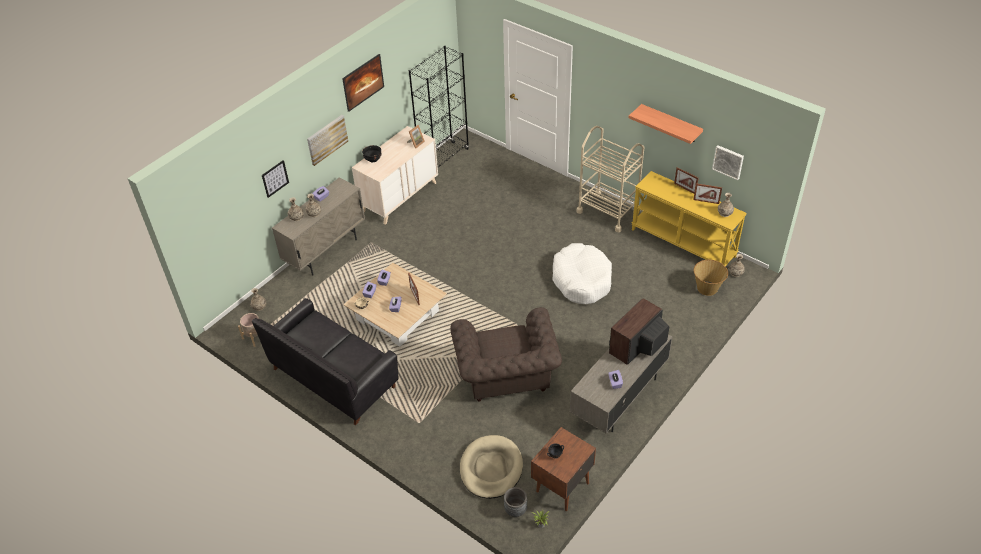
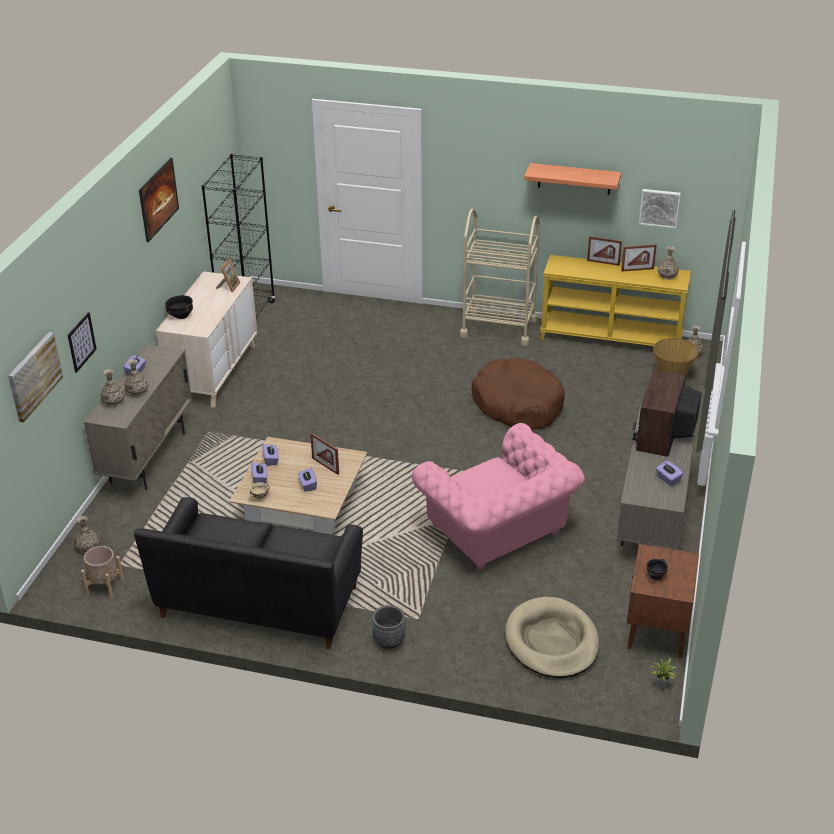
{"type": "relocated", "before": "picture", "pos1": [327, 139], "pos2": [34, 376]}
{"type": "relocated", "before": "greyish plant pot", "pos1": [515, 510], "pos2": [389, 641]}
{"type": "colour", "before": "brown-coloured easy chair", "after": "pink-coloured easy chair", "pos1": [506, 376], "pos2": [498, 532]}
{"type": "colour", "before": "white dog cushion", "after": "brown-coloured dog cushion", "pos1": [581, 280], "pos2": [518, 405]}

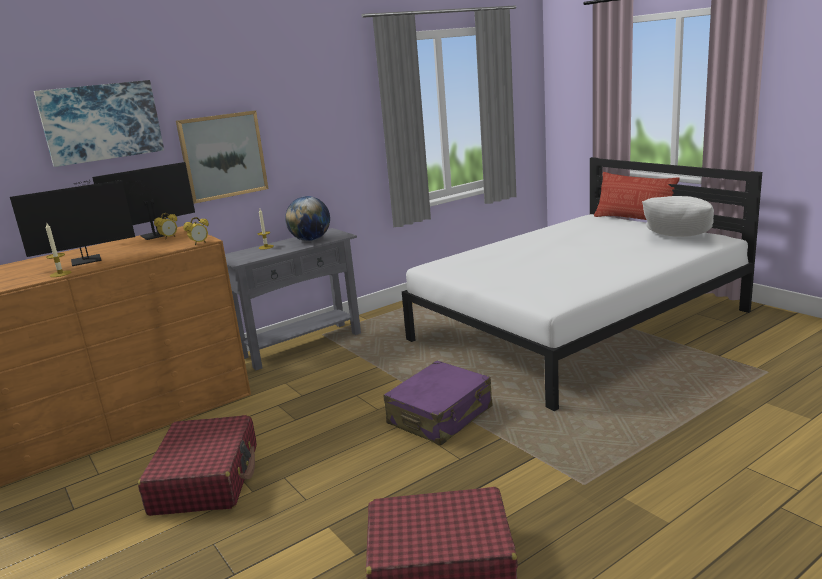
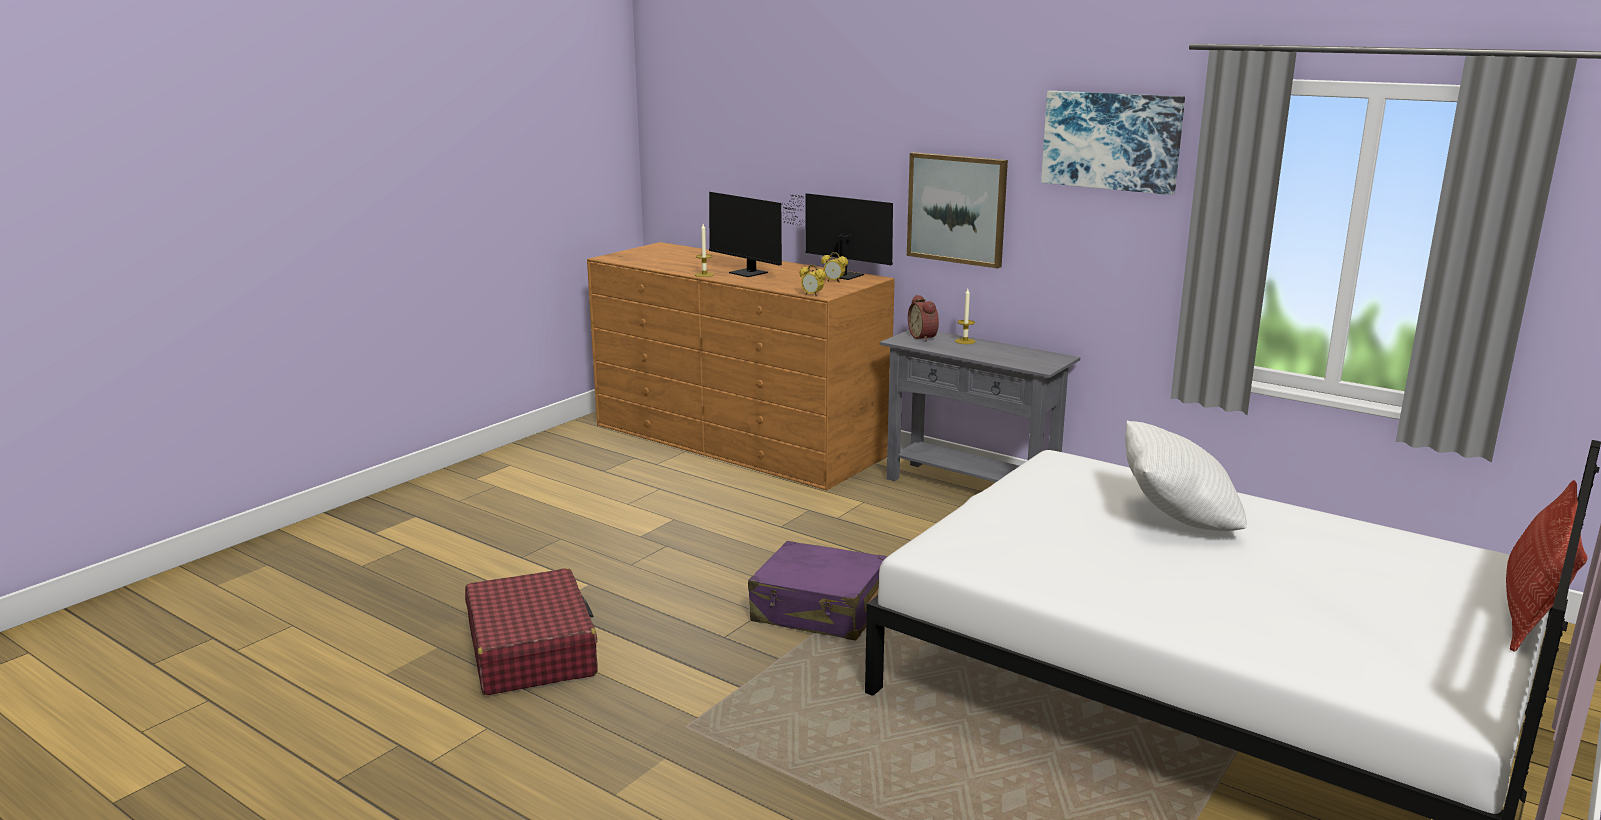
{"type": "missing", "before": "red-coloured suitcase", "pos1": [206, 479]}
{"type": "missing", "before": "world globe", "pos1": [310, 240]}
{"type": "appeared", "after": "alarm clock", "pos2": [924, 337]}
{"type": "relocated", "before": "picture", "pos1": [101, 122], "pos2": [1111, 141]}
{"type": "relocated", "before": "white throw pillow", "pos1": [677, 239], "pos2": [1176, 518]}

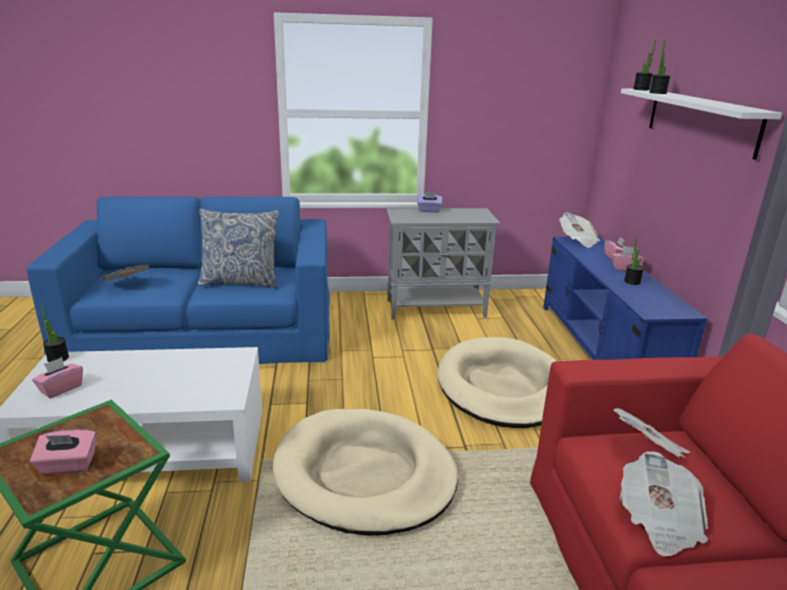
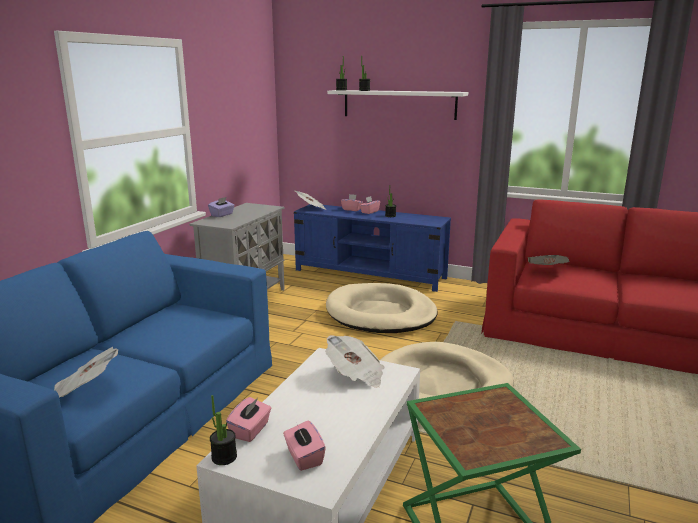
{"type": "missing", "before": "throw pillow", "pos1": [241, 282]}
{"type": "relocated", "before": "pink-coloured box of tissues", "pos1": [68, 465], "pos2": [250, 430]}
{"type": "relocated", "before": "newspaper", "pos1": [659, 522], "pos2": [356, 375]}

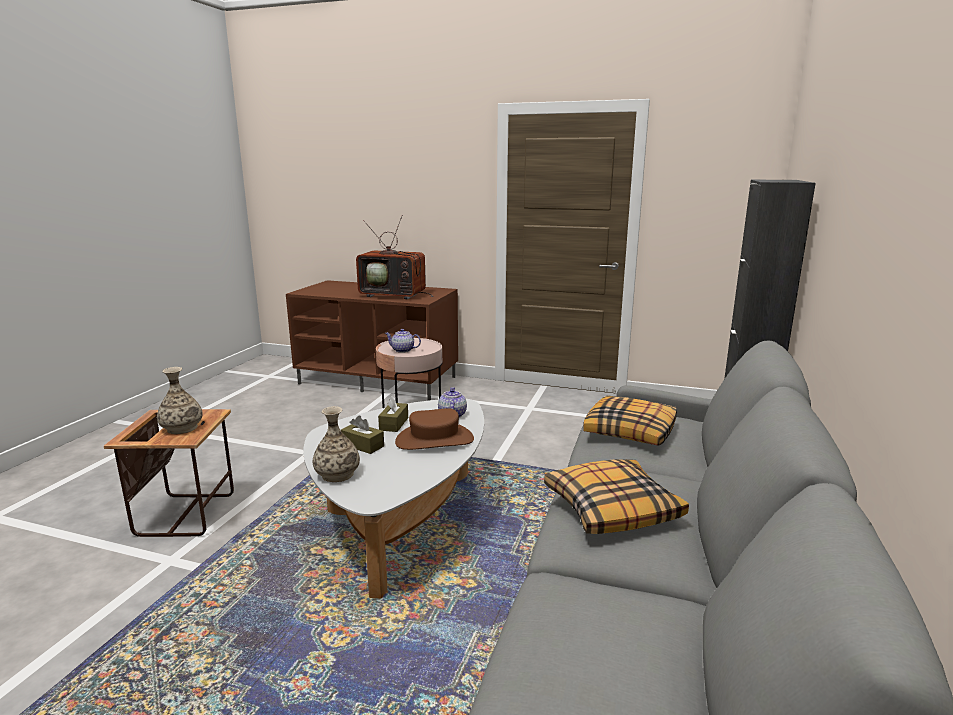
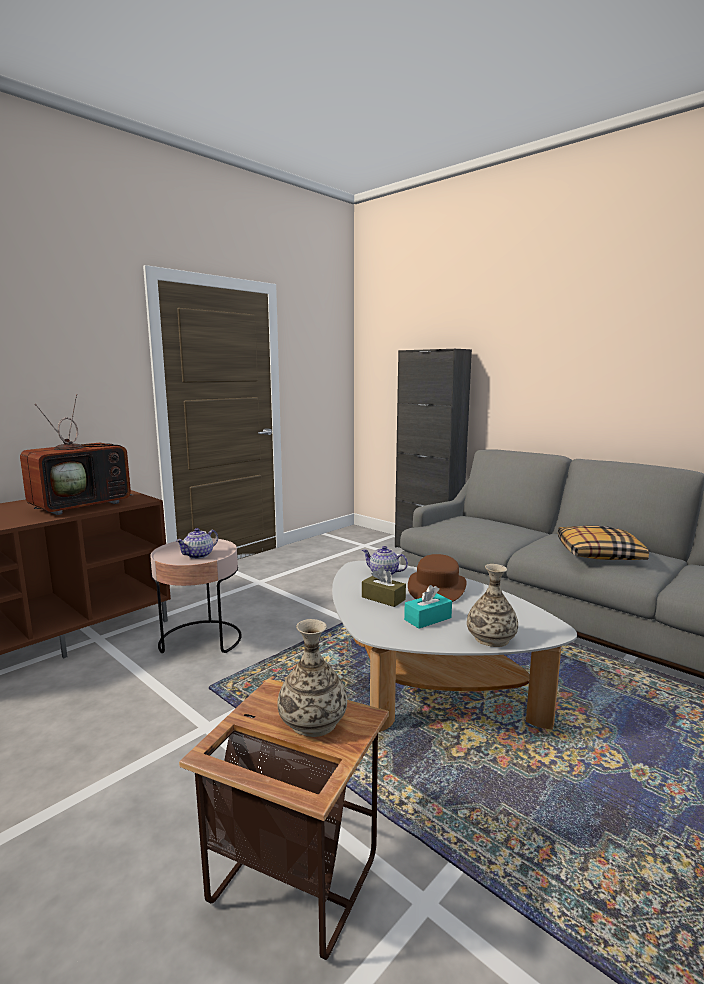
{"type": "missing", "before": "throw pillow", "pos1": [630, 431]}
{"type": "colour", "before": "brown-coloured box of tissues", "after": "blue-green box of tissues", "pos1": [363, 445], "pos2": [427, 619]}

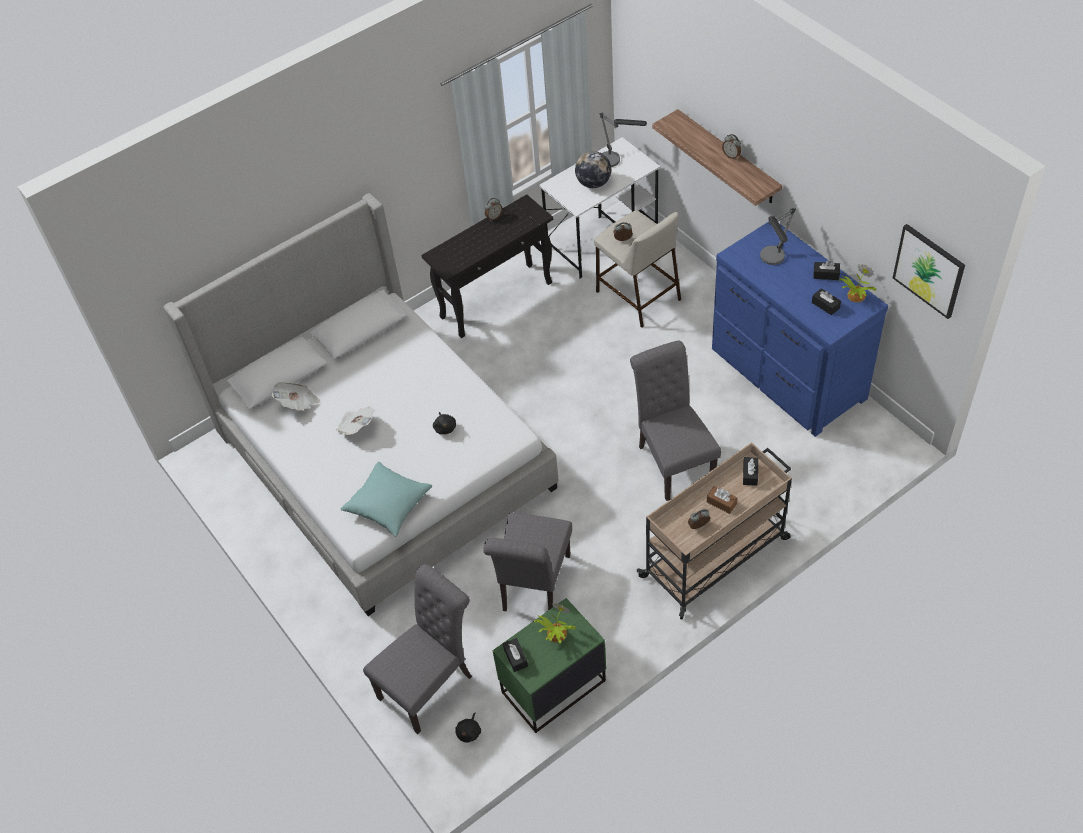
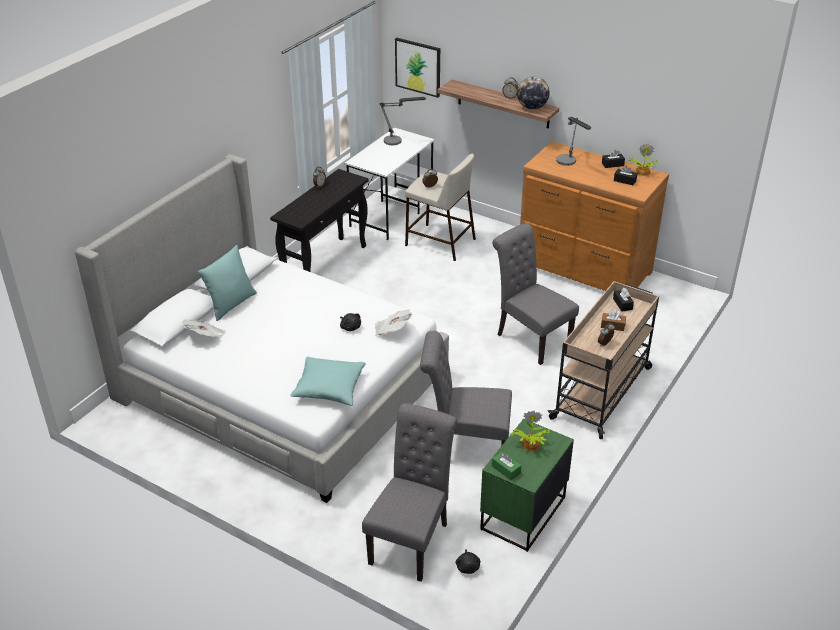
{"type": "appeared", "after": "blue-green throw pillow", "pos2": [230, 304]}
{"type": "relocated", "before": "newspaper", "pos1": [357, 427], "pos2": [392, 330]}
{"type": "relocated", "before": "world globe", "pos1": [593, 183], "pos2": [532, 107]}
{"type": "relocated", "before": "picture", "pos1": [929, 270], "pos2": [418, 67]}
{"type": "colour", "before": "black box of tissues", "after": "green box of tissues", "pos1": [515, 657], "pos2": [506, 470]}
{"type": "colour", "before": "blue drawer chest", "after": "brown-coloured drawer chest", "pos1": [786, 375], "pos2": [583, 269]}
{"type": "spun", "before": "greyish chair", "pos1": [534, 587], "pos2": [465, 447], "turn": 105}

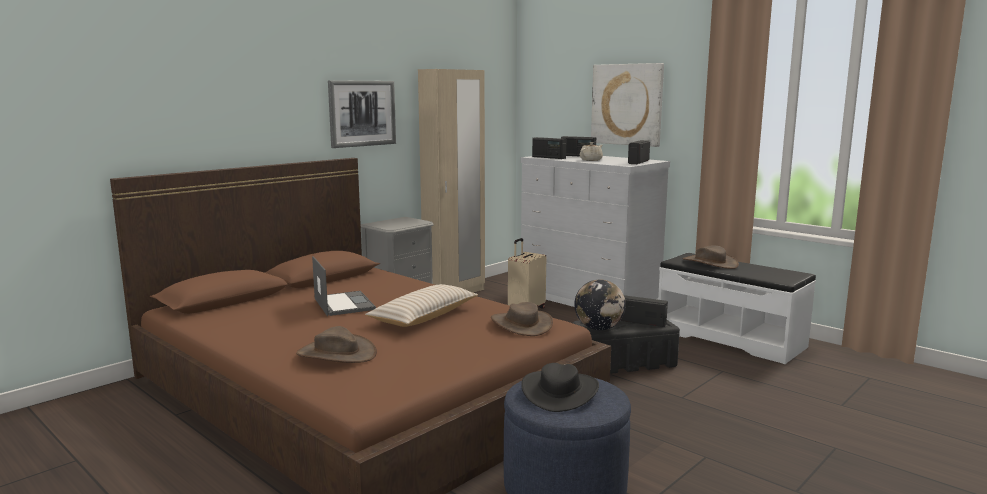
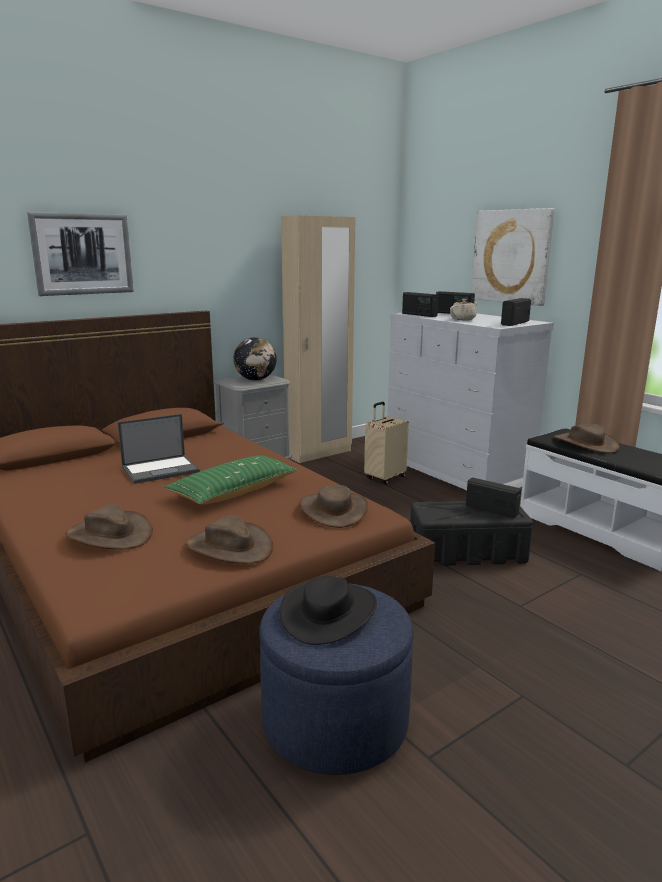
{"type": "appeared", "after": "brown-coloured hat", "pos2": [229, 547]}
{"type": "relocated", "before": "picture", "pos1": [362, 113], "pos2": [82, 254]}
{"type": "relocated", "before": "world globe", "pos1": [599, 328], "pos2": [255, 379]}
{"type": "colour", "before": "beige-coloured throw pillow", "after": "green throw pillow", "pos1": [424, 317], "pos2": [234, 492]}
{"type": "spun", "before": "portable computer", "pos1": [343, 304], "pos2": [161, 469], "turn": 75}

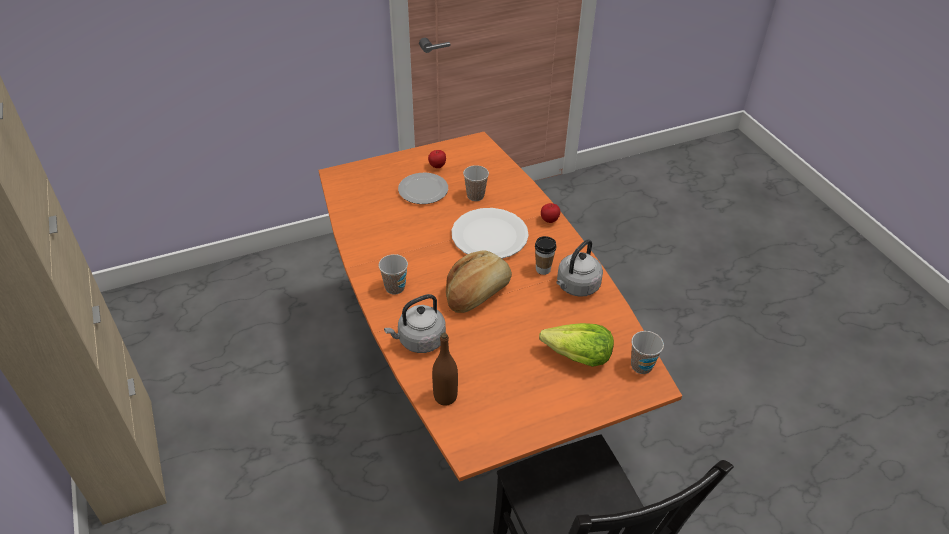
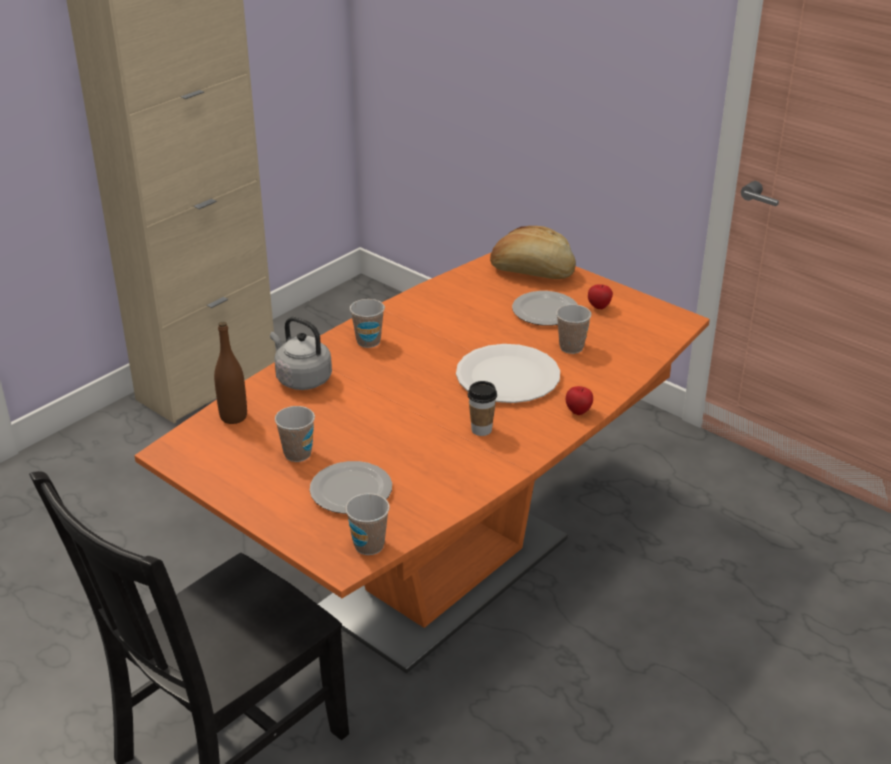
{"type": "missing", "before": "greyish tea kettle", "pos1": [576, 287]}
{"type": "appeared", "after": "small cup", "pos2": [297, 454]}
{"type": "relocated", "before": "bread", "pos1": [477, 293], "pos2": [532, 272]}
{"type": "exchanged", "before": "head of lettuce", "after": "flat dish", "pos1": [577, 357], "pos2": [350, 491]}

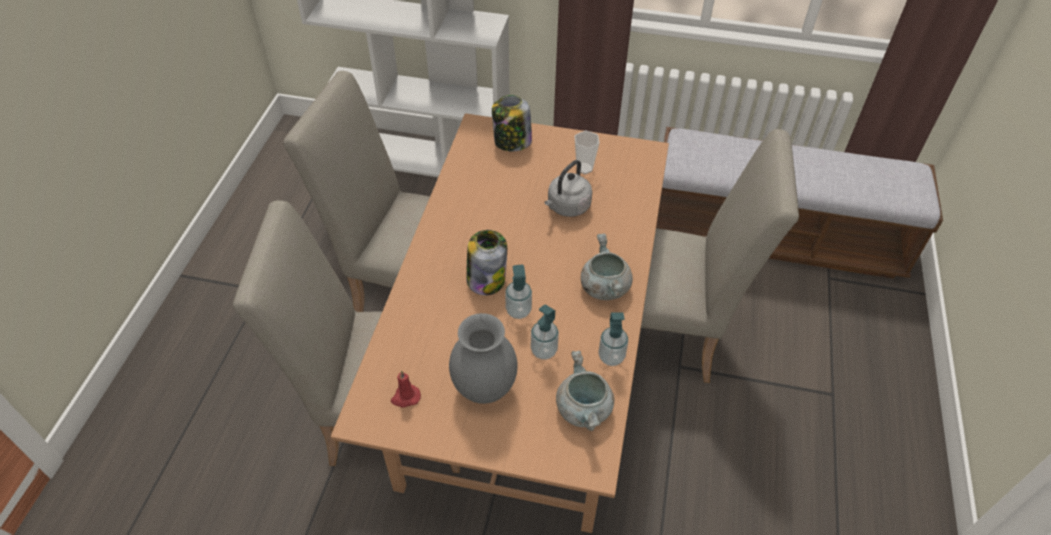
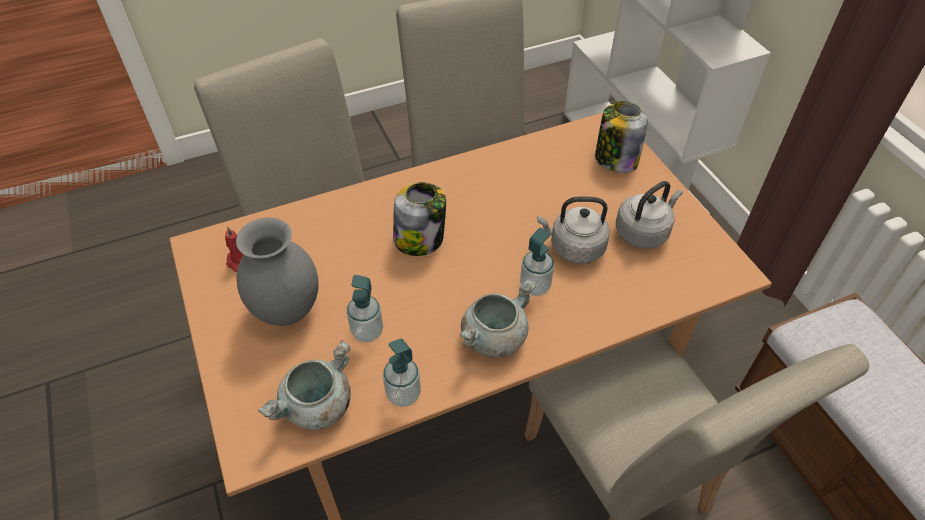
{"type": "relocated", "before": "liquid soap bottle", "pos1": [518, 311], "pos2": [535, 286]}
{"type": "exchanged", "before": "small cup", "after": "greyish tea kettle", "pos1": [584, 168], "pos2": [643, 232]}

